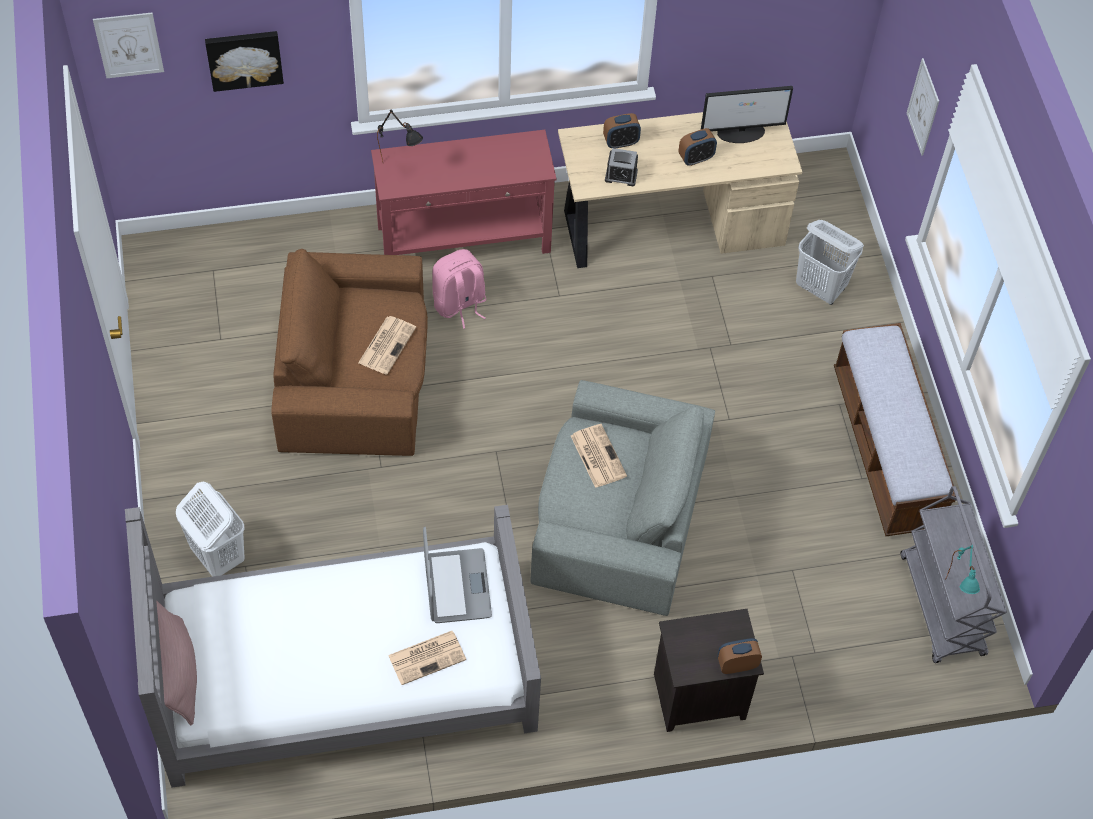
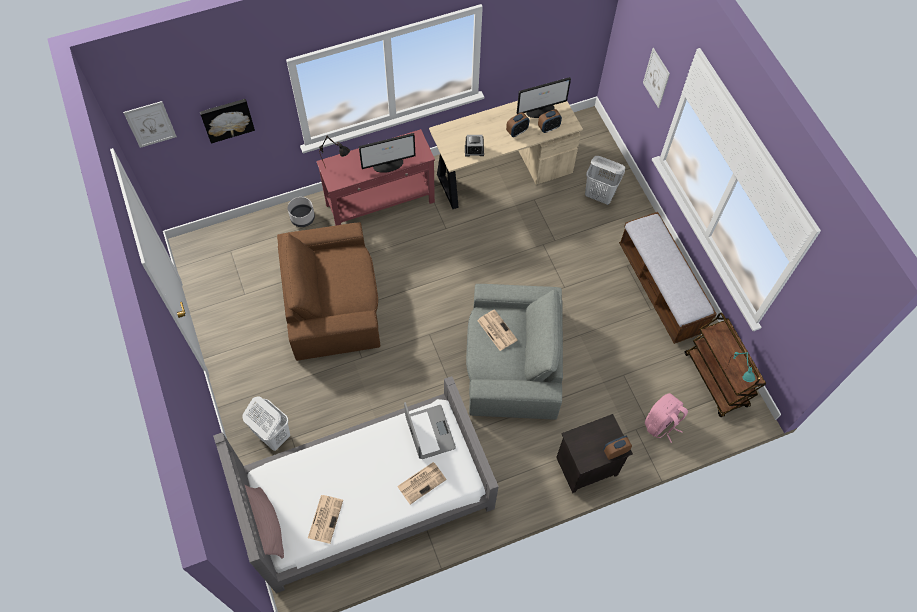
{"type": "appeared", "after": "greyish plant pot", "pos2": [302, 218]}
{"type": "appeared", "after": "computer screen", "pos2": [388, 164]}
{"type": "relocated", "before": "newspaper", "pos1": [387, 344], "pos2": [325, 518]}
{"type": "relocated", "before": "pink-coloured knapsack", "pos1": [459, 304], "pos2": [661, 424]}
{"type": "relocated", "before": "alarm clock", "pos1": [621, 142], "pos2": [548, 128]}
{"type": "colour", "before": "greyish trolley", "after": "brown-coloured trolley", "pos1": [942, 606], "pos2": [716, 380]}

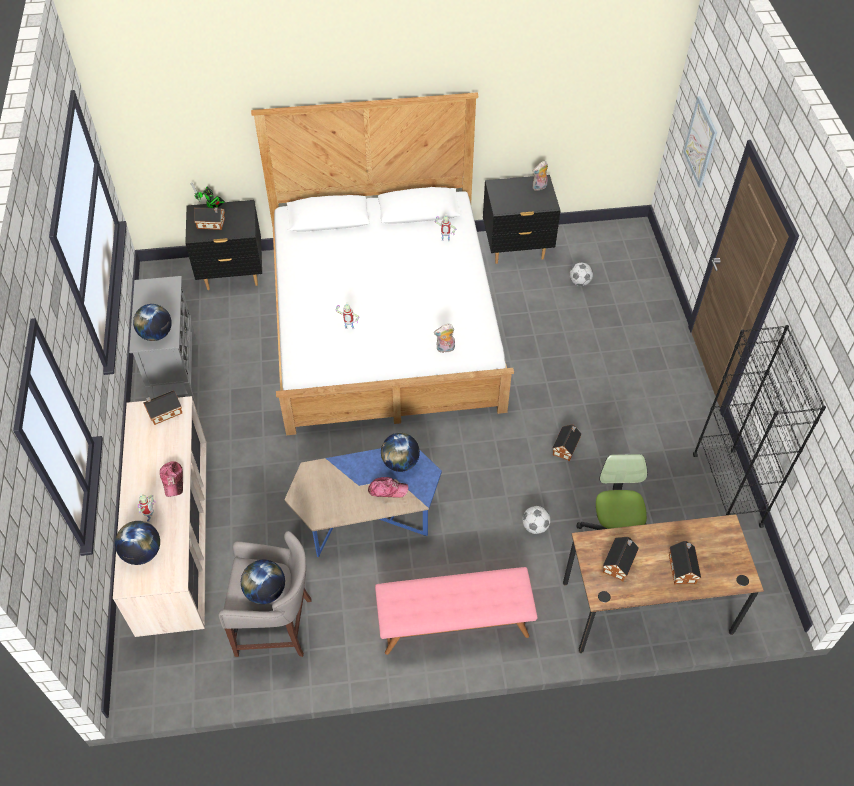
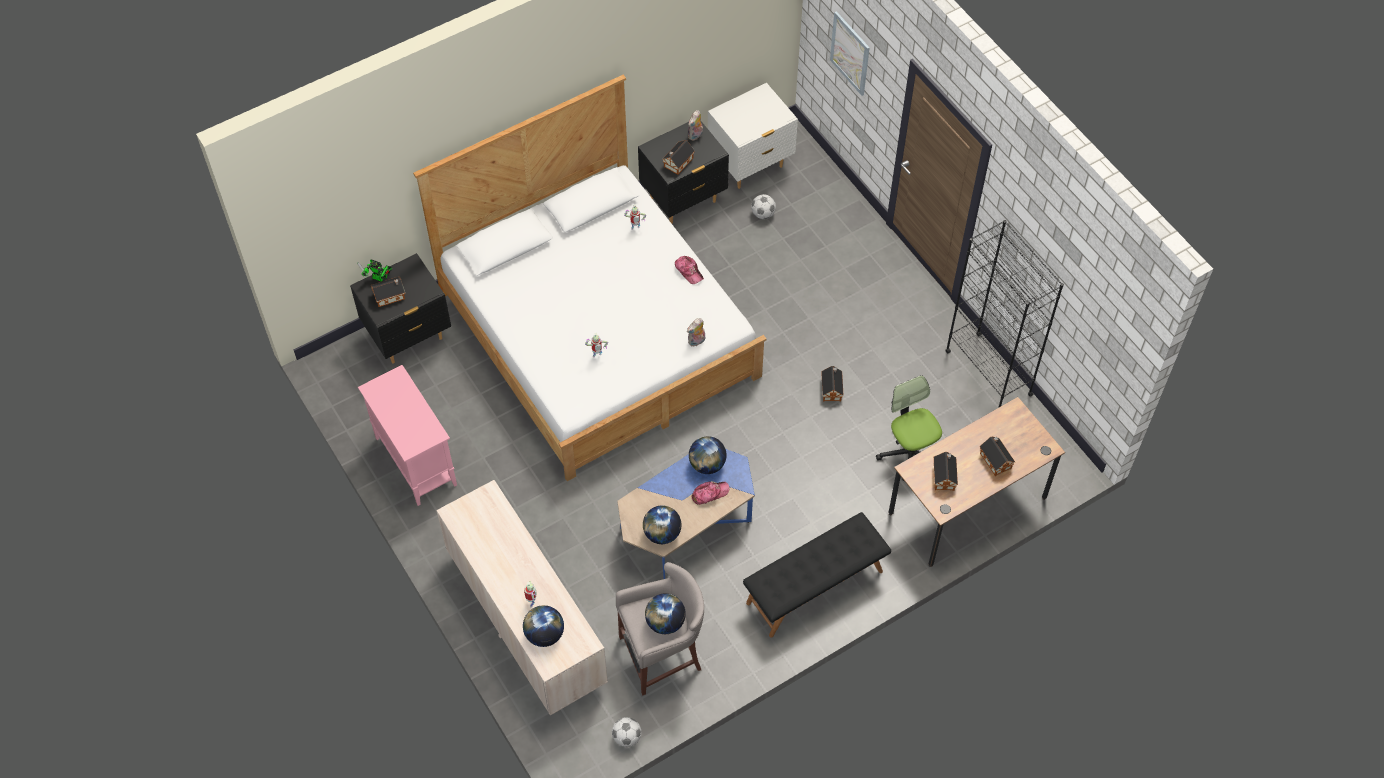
{"type": "appeared", "after": "white night table", "pos2": [750, 165]}
{"type": "relocated", "before": "world globe", "pos1": [156, 334], "pos2": [662, 534]}
{"type": "relocated", "before": "miniature house", "pos1": [163, 412], "pos2": [677, 163]}
{"type": "relocated", "before": "peaked cap", "pos1": [173, 480], "pos2": [688, 271]}
{"type": "relocated", "before": "football ball", "pos1": [535, 527], "pos2": [627, 737]}
{"type": "colour", "before": "greyish cupboard", "after": "pink-coloured cupboard", "pos1": [175, 370], "pos2": [415, 461]}
{"type": "colour", "before": "pink-coloured long seat", "after": "black long seat", "pos1": [454, 624], "pos2": [815, 587]}

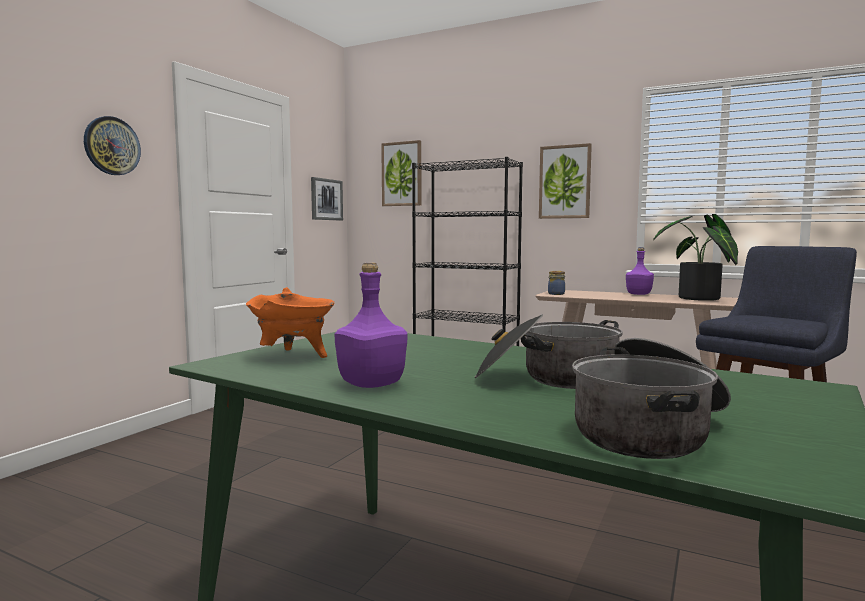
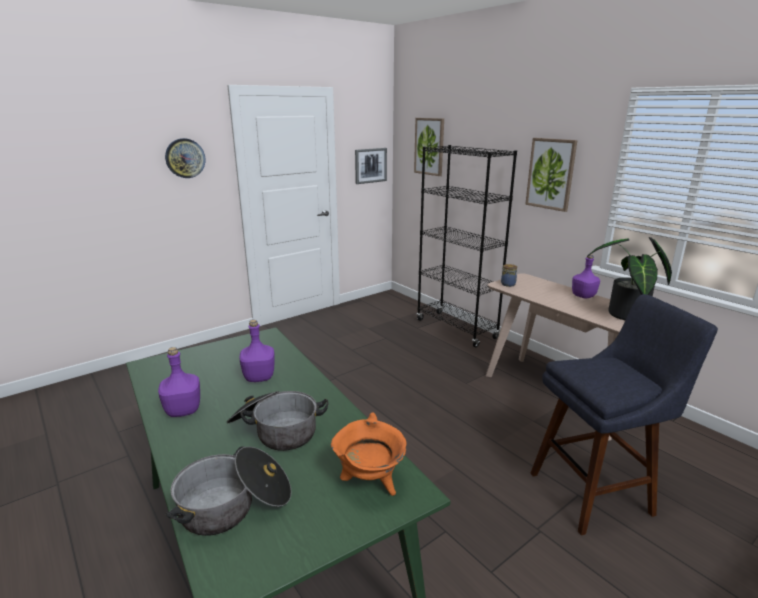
{"type": "appeared", "after": "purplish beverage bottle", "pos2": [259, 377]}
{"type": "relocated", "before": "orange-coloured saucepot", "pos1": [293, 356], "pos2": [370, 482]}

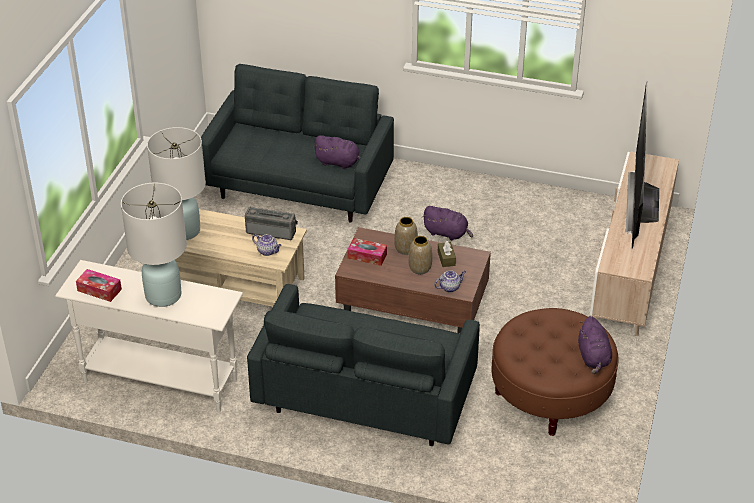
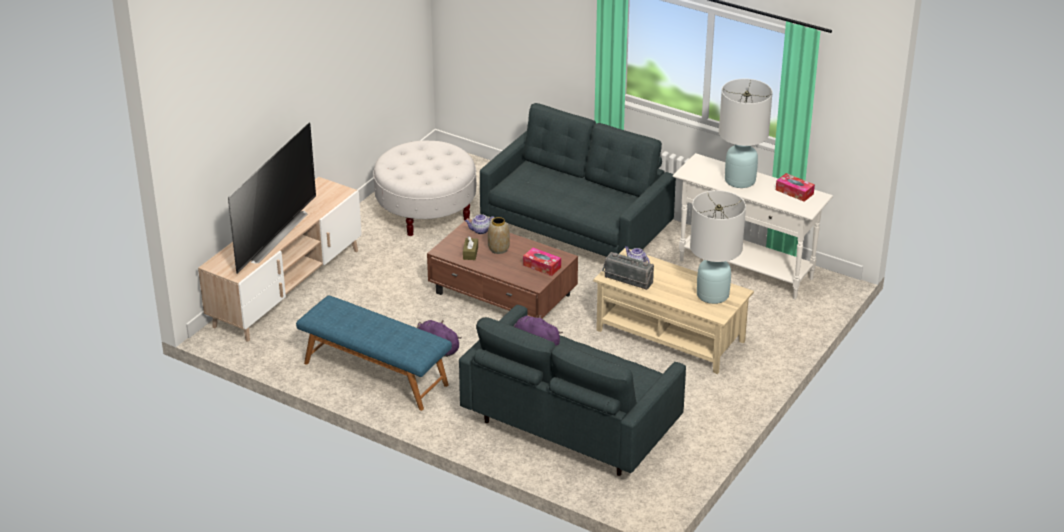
{"type": "missing", "before": "decorative vase", "pos1": [406, 249]}
{"type": "missing", "before": "purplish cuddly toy", "pos1": [593, 358]}
{"type": "appeared", "after": "blue long seat", "pos2": [375, 374]}
{"type": "colour", "before": "brown-coloured pouffe", "after": "white pouffe", "pos1": [550, 395], "pos2": [426, 211]}

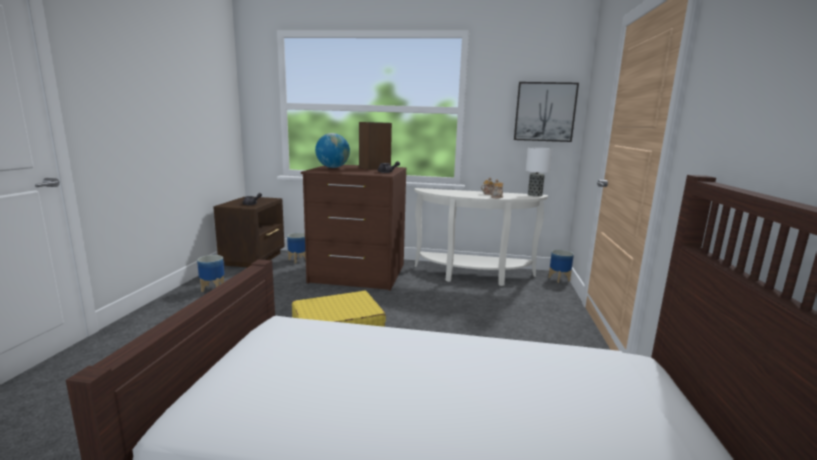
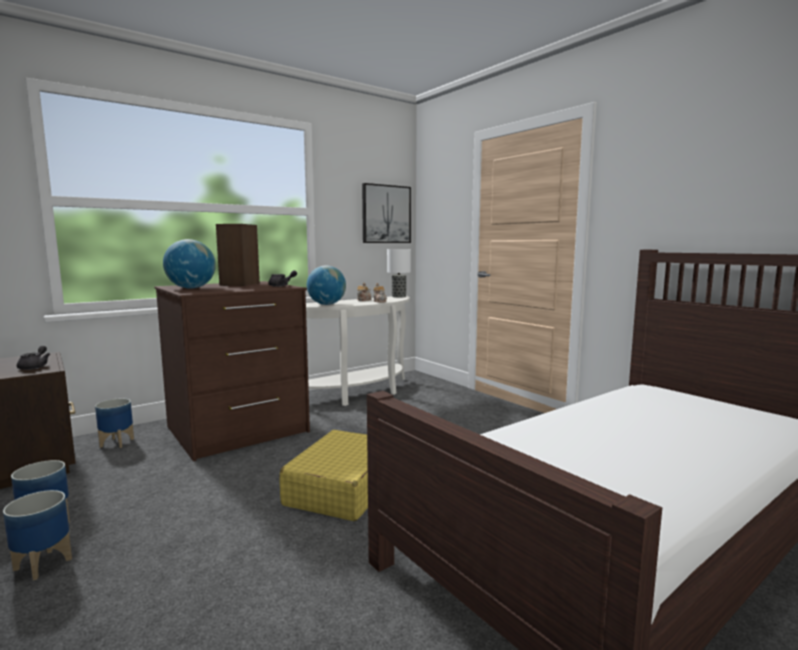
{"type": "appeared", "after": "world globe", "pos2": [326, 304]}
{"type": "relocated", "before": "plant pot", "pos1": [559, 279], "pos2": [44, 564]}

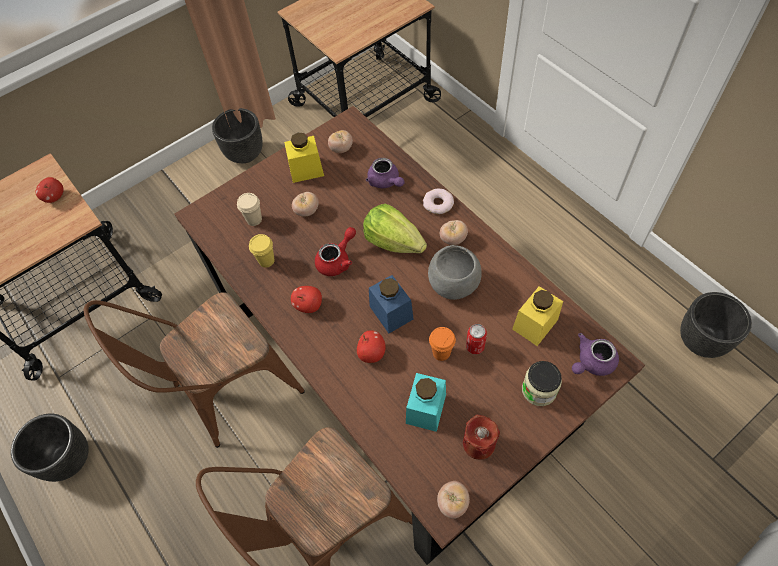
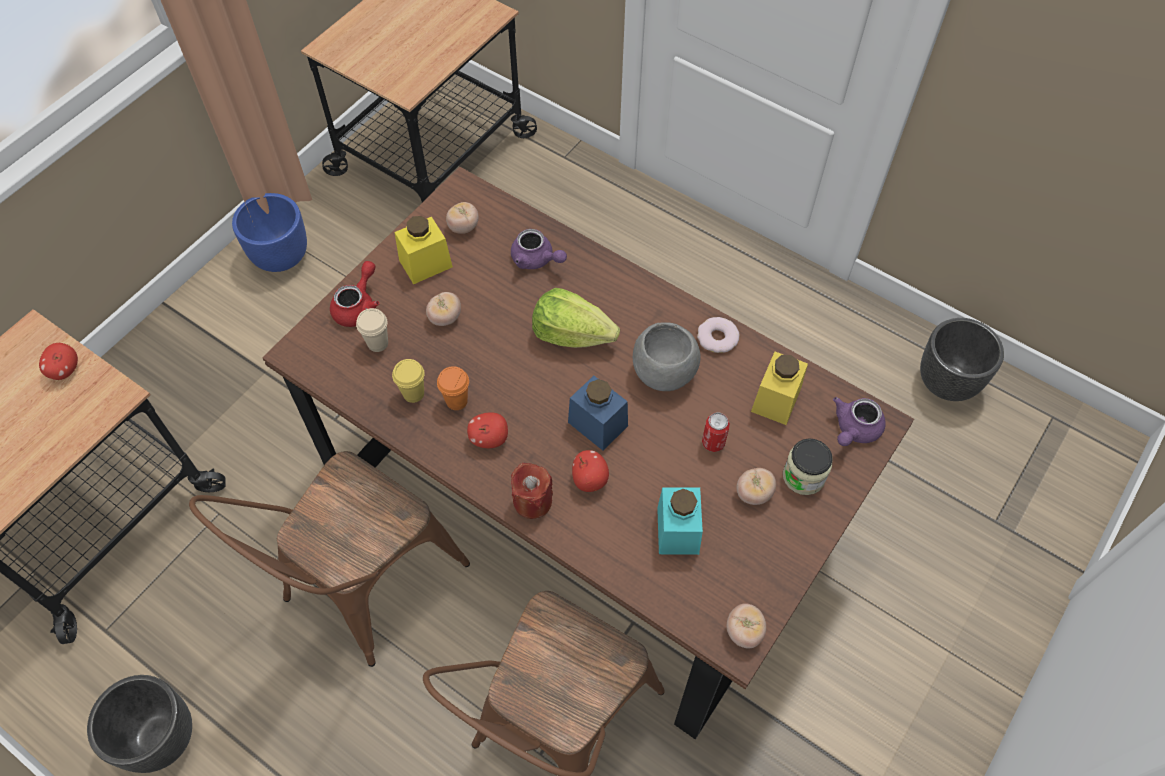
{"type": "relocated", "before": "red-coloured pot for tea", "pos1": [337, 260], "pos2": [358, 306]}
{"type": "relocated", "before": "ring doughnut", "pos1": [438, 204], "pos2": [717, 338]}
{"type": "relocated", "before": "orange-coloured small cup", "pos1": [441, 353], "pos2": [457, 401]}
{"type": "relocated", "before": "whole tomato", "pos1": [453, 239], "pos2": [753, 493]}
{"type": "relocated", "before": "red-coloured candle", "pos1": [478, 443], "pos2": [532, 501]}
{"type": "colour", "before": "black plant pot", "after": "blue plant pot", "pos1": [245, 153], "pos2": [281, 256]}

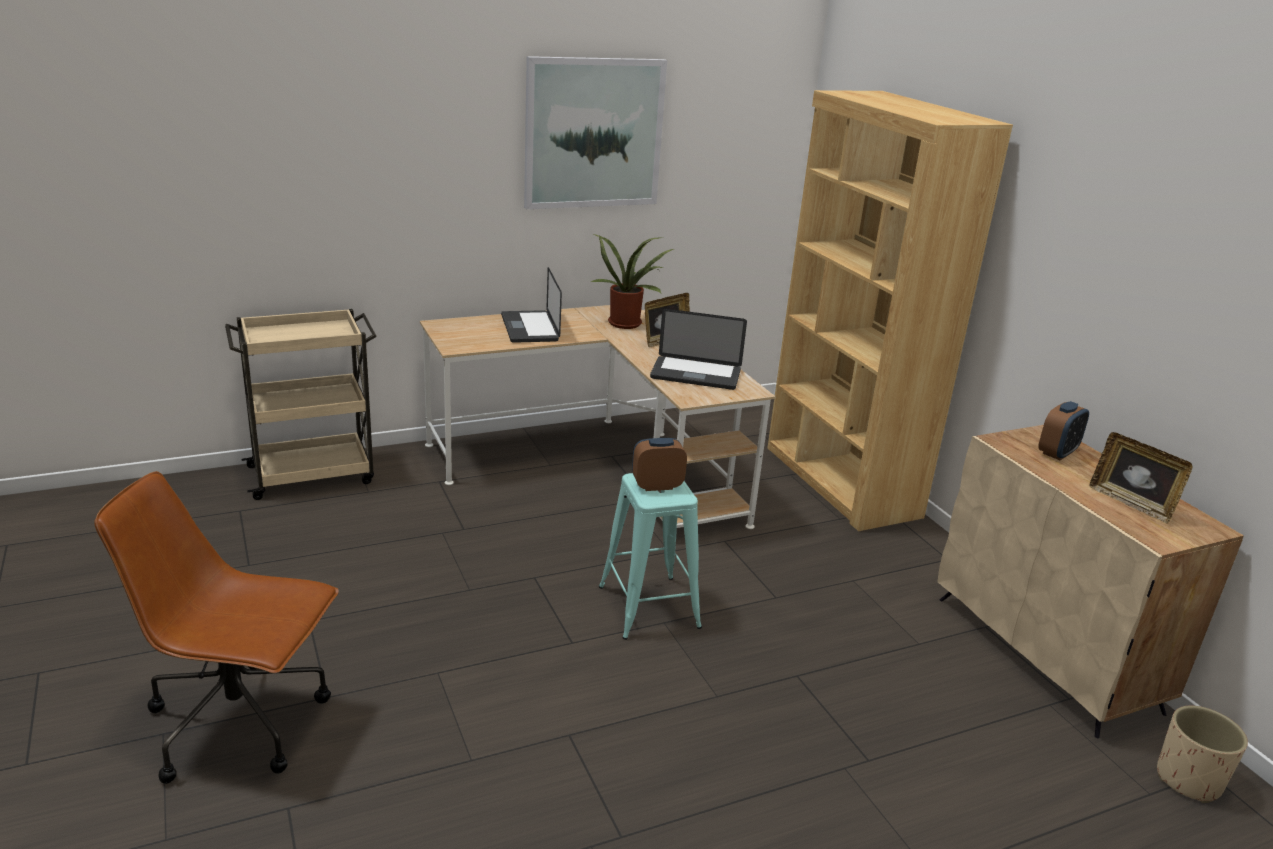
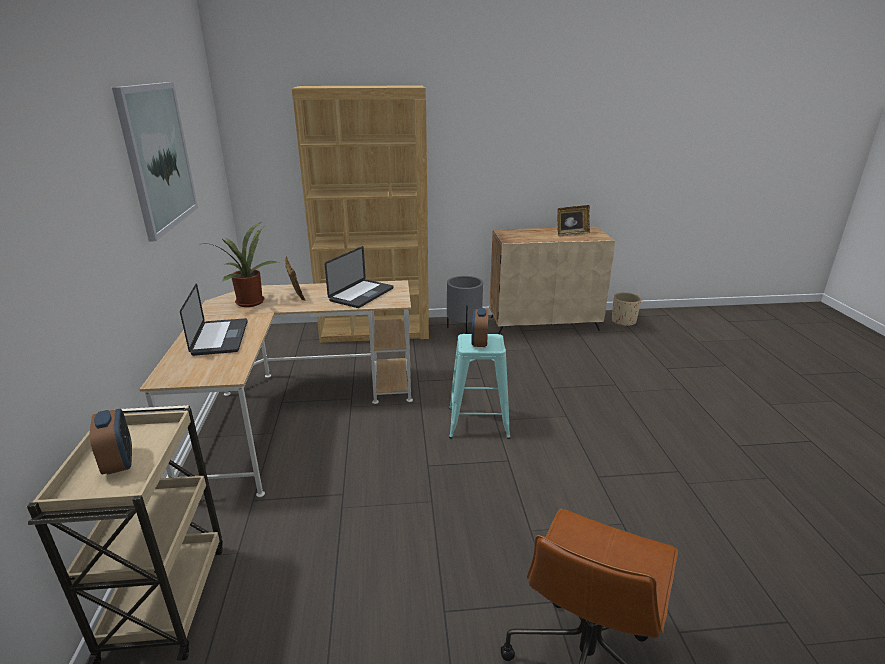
{"type": "appeared", "after": "greyish plant pot", "pos2": [464, 331]}
{"type": "relocated", "before": "alarm clock", "pos1": [1057, 453], "pos2": [119, 462]}
{"type": "spun", "before": "portable computer", "pos1": [530, 328], "pos2": [220, 338], "turn": -105}

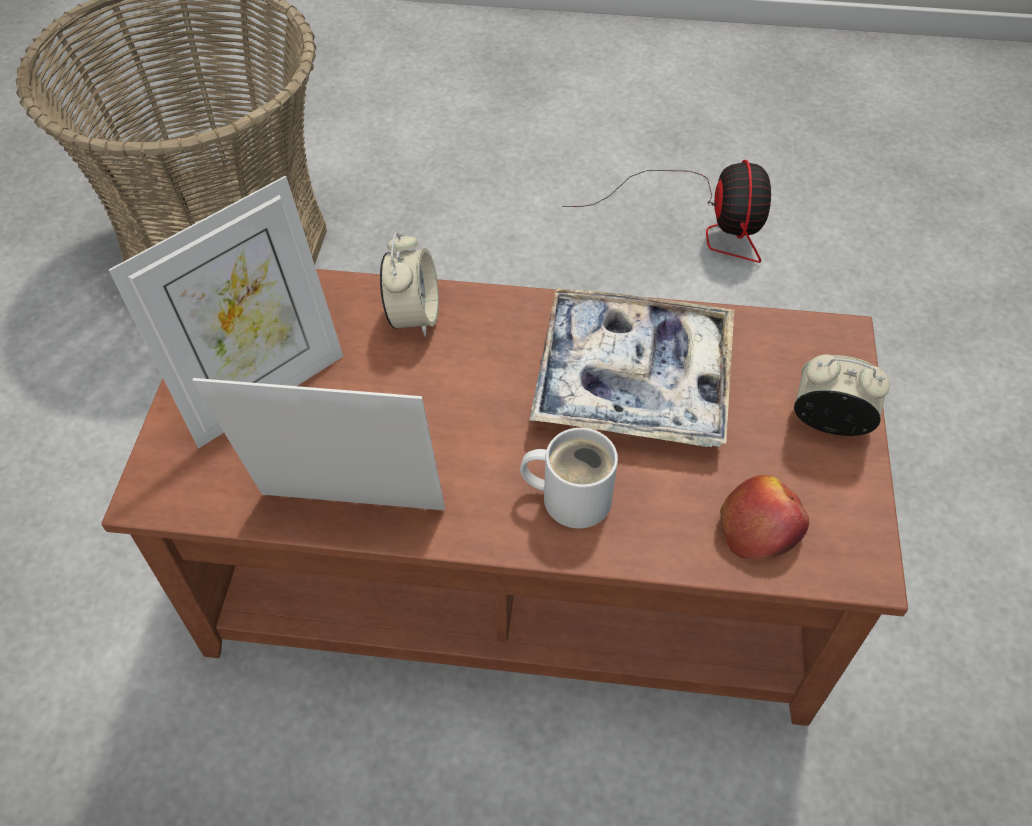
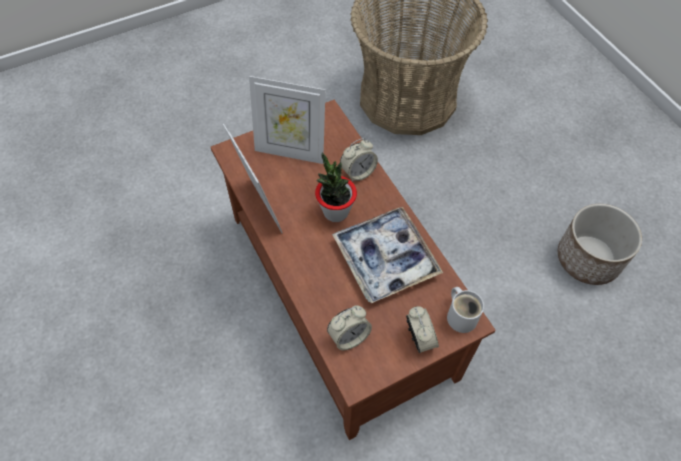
{"type": "appeared", "after": "potted plant", "pos2": [335, 212]}
{"type": "relocated", "before": "white tea mug", "pos1": [570, 495], "pos2": [461, 315]}
{"type": "exchanged", "before": "electric fan", "after": "plant pot", "pos1": [702, 220], "pos2": [587, 259]}
{"type": "exchanged", "before": "apple fruit", "after": "alarm clock", "pos1": [760, 526], "pos2": [348, 337]}

